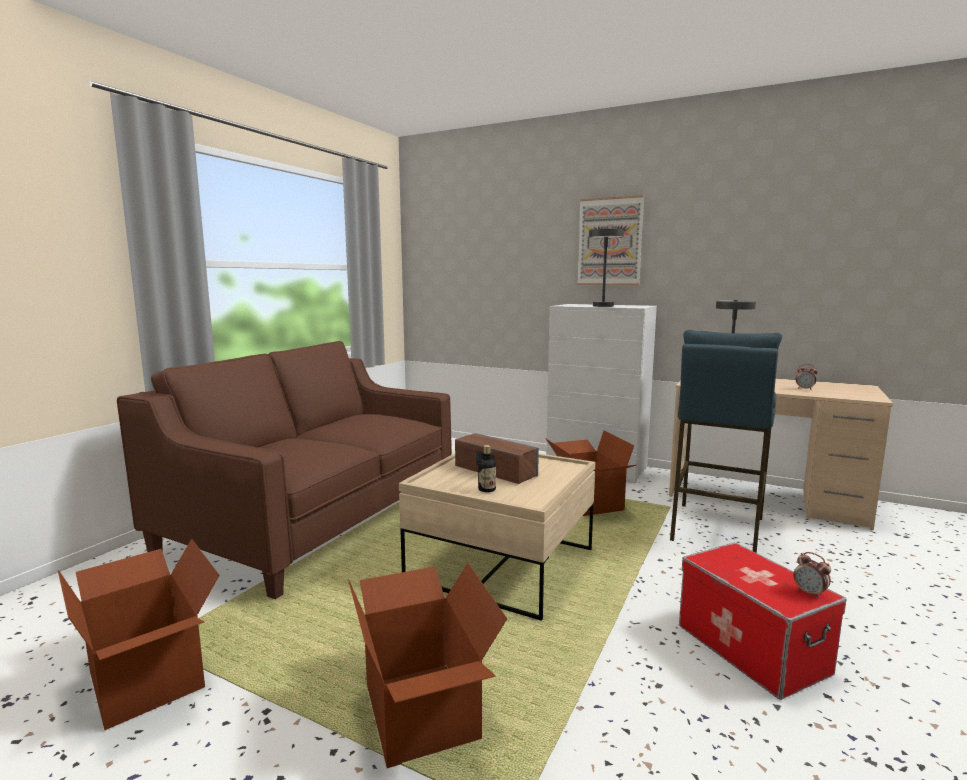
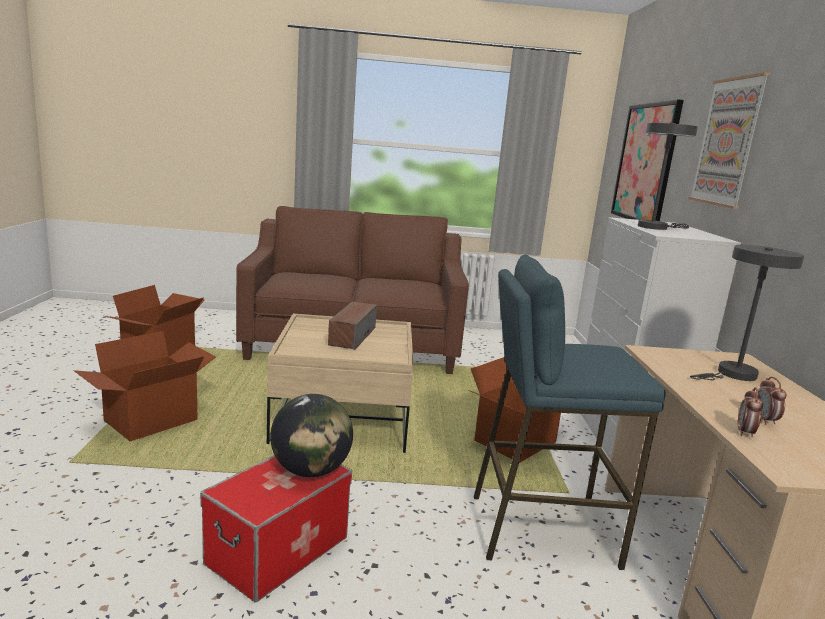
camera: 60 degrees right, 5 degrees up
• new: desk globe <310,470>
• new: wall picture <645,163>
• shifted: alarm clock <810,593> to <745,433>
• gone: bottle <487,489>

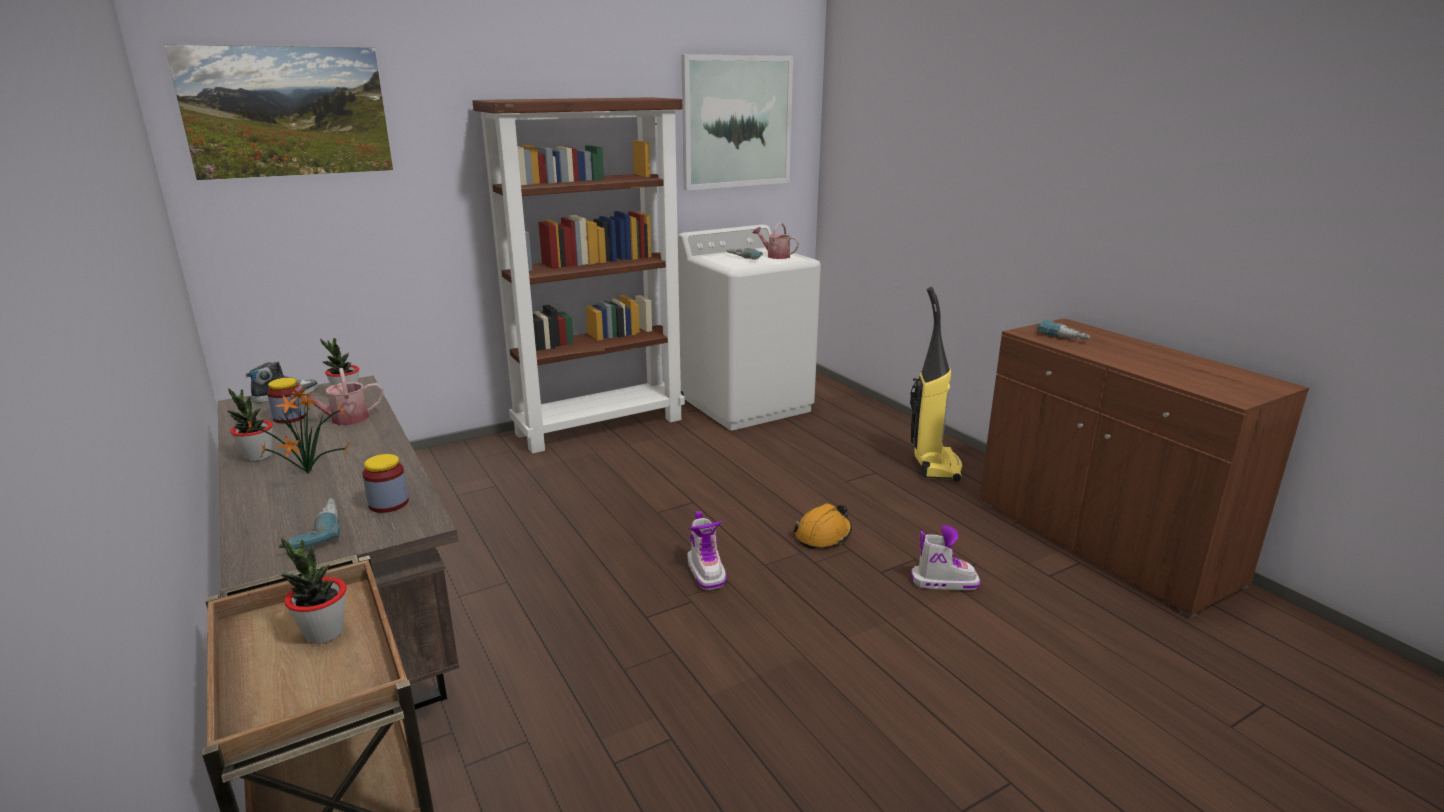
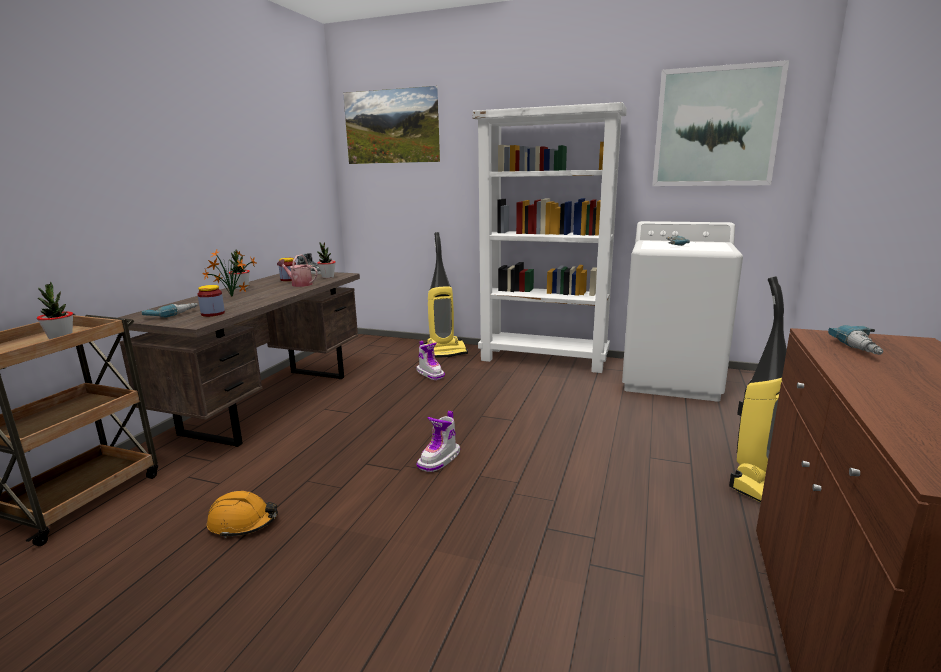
camera: 50 degrees right, 5 degrees down
• shifted: orange-coloured work helmet <823,535> to <243,522>
• shifted: boot <944,582> to <430,374>
• new: hoover <444,352>
• repainted: brown-coloured bookcase <600,426> to white-coloured bookcase <544,359>
• gone: watering pot <775,256>

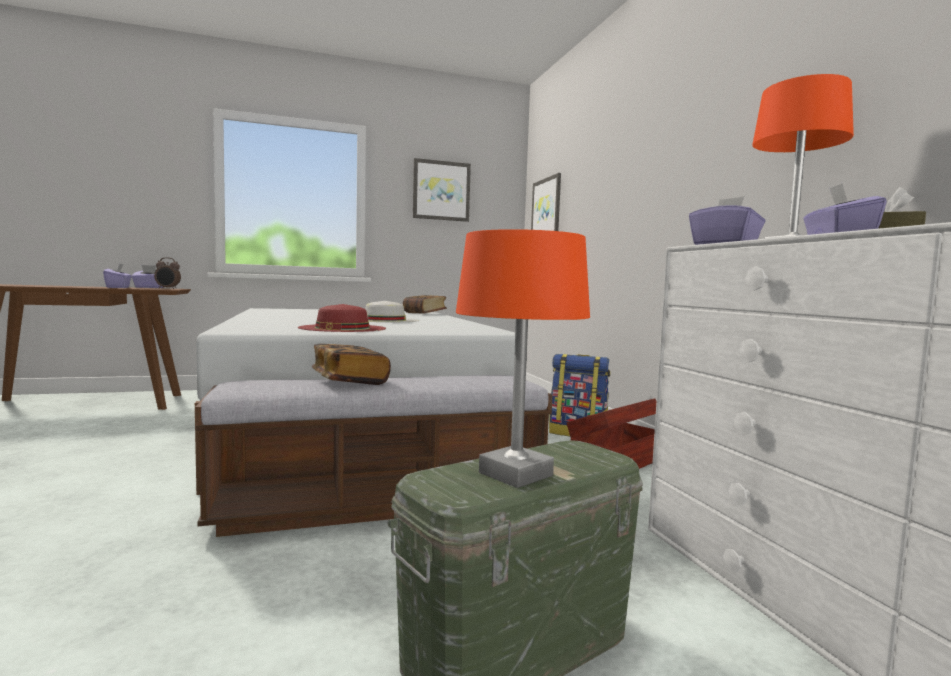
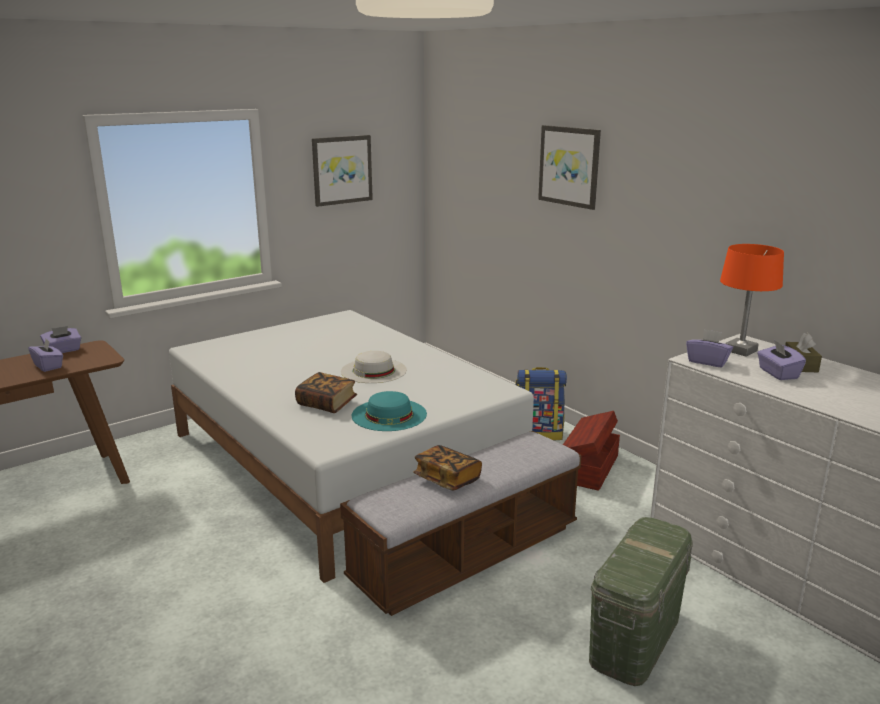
camera: 20 degrees left, 15 degrees up
• shifted: bound book <424,313> to <327,404>
• repainted: reddish hat <342,328> to turquoise hat <389,414>
• shifted: wall picture <546,209> to <569,166>
• gone: alarm clock <167,288>
• gone: orange-coloured tabletop lamp <515,474>

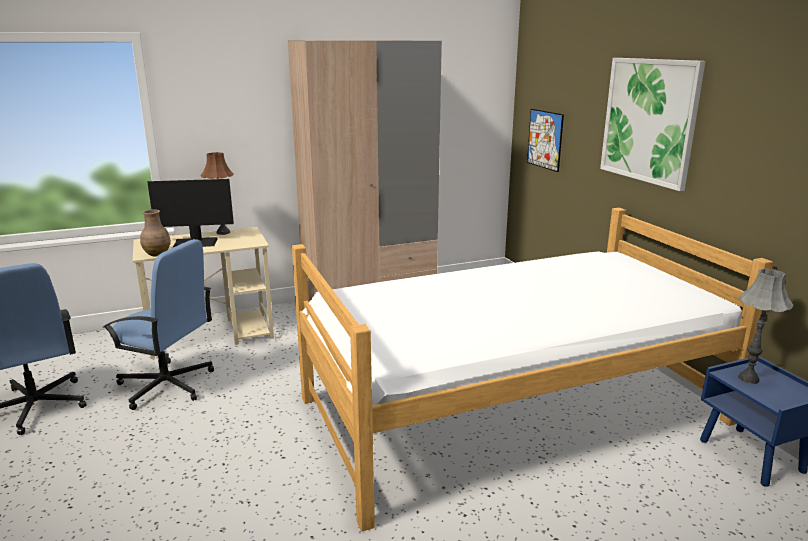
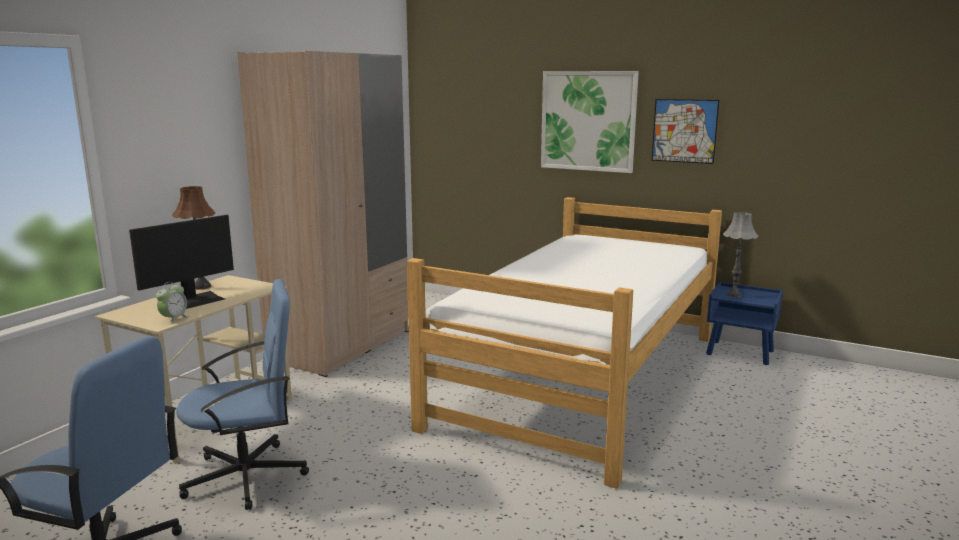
camera: 40 degrees left, 5 degrees down
• swapped: brown-coloured flower vase <157,253> to alarm clock <174,319>
• shifted: wall picture <545,139> to <684,131>

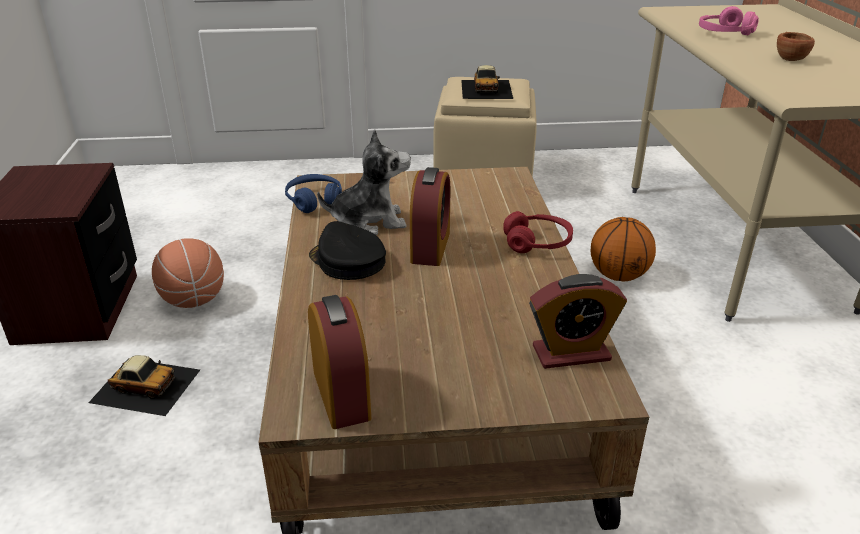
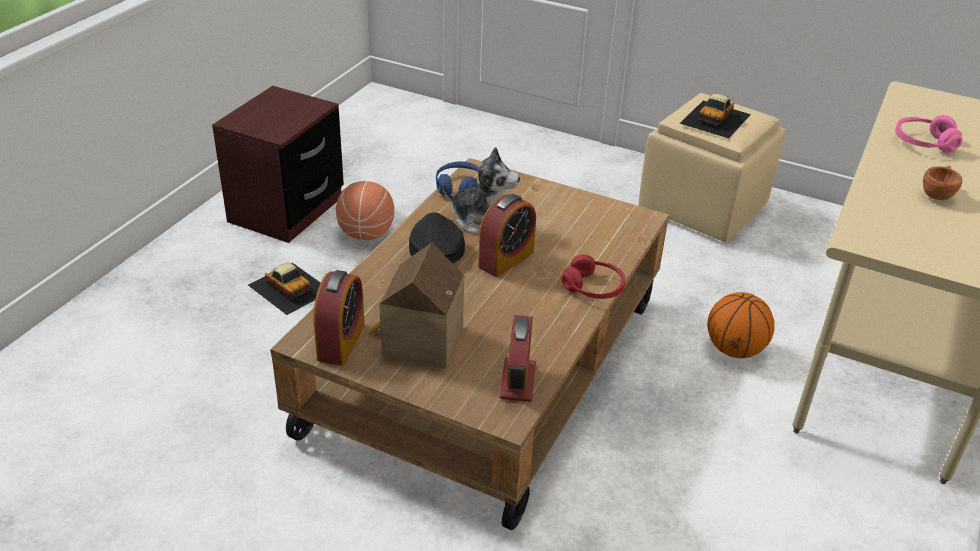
camera: 30 degrees right, 5 degrees up
• new: model house <418,340>
• rotated: alarm clock <571,353> = <517,381> 105 degrees counterclockwise

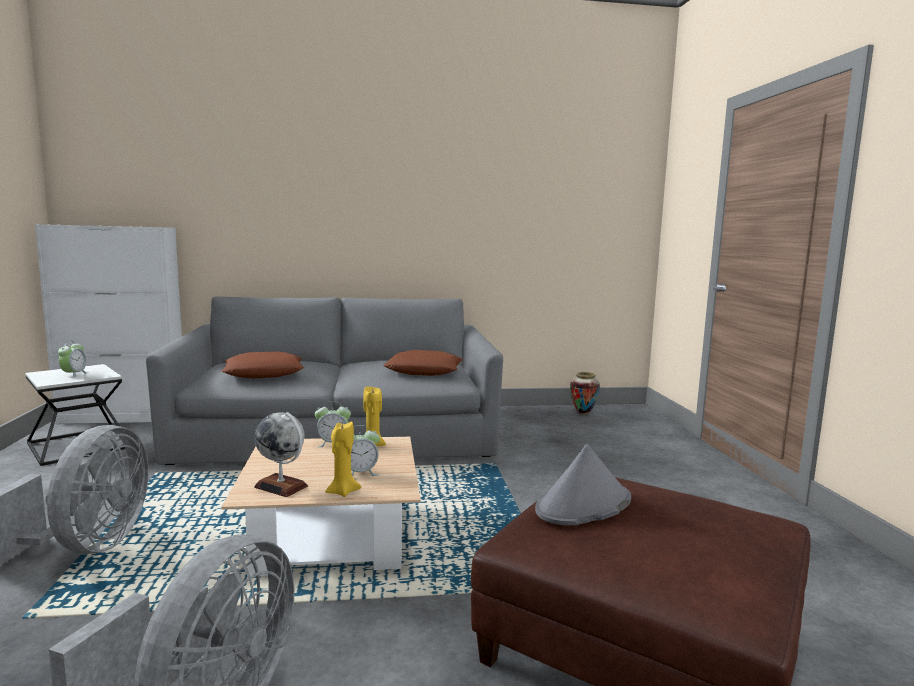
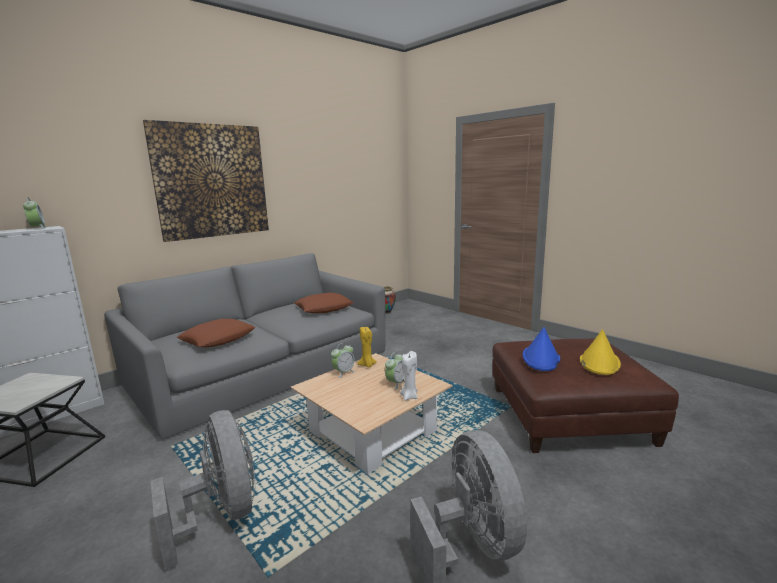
camera: 35 degrees left, 5 degrees up
• shifted: alarm clock <74,374> to <37,228>
• new: wall picture <212,181>
• repainted: yellowish wax light <342,492> to white-coloured wax light <409,396>
• repainted: gray hat <583,505> to blue hat <541,358>
• new: yellowish hat <599,362>
• gone: desk globe <281,486>

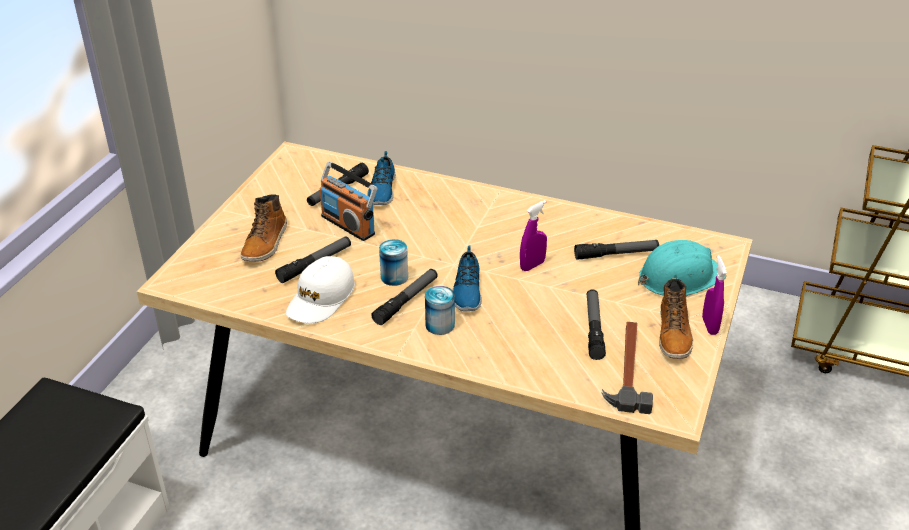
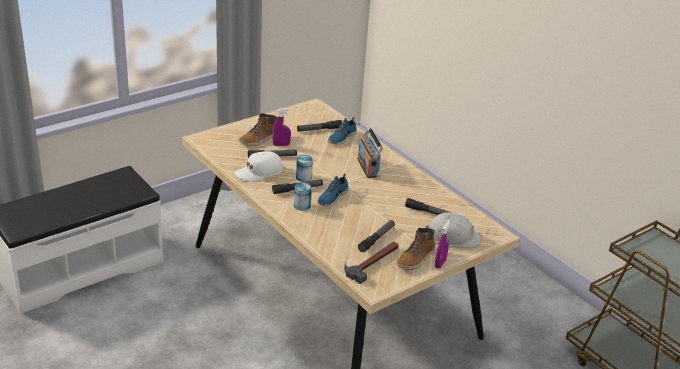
camera: 30 degrees right, 5 degrees down
• shifted: purple-coloured hand sprayer <532,265> to <281,145>
• shifted: radio <348,224> to <367,167>
• repainted: turquoise work helmet <679,277> to white-coloured work helmet <452,237>

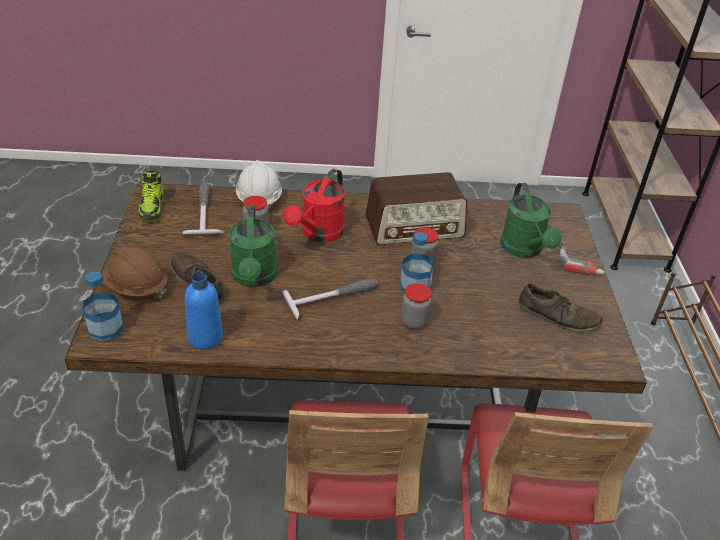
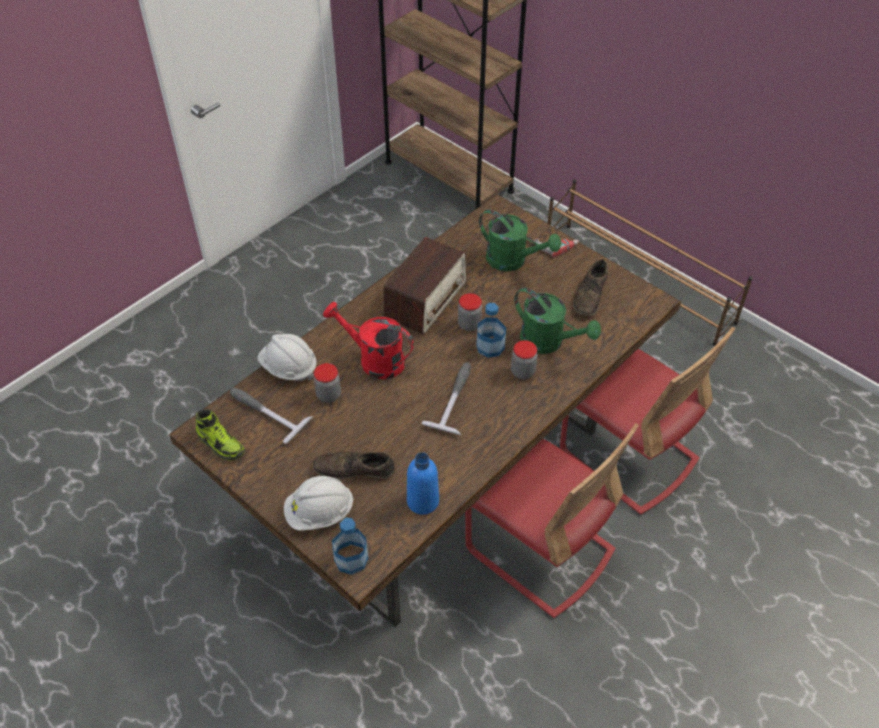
camera: 45 degrees left, 10 degrees up
• repainted: brown-coloured work helmet <136,288> to white-coloured work helmet <319,513>
• rotated: reddish watering pot <318,234> = <374,360> 135 degrees clockwise
• shifted: green watering pot <254,278> to <549,342>
• rotated: brown-coloured shoe <558,316> = <590,295> 135 degrees clockwise

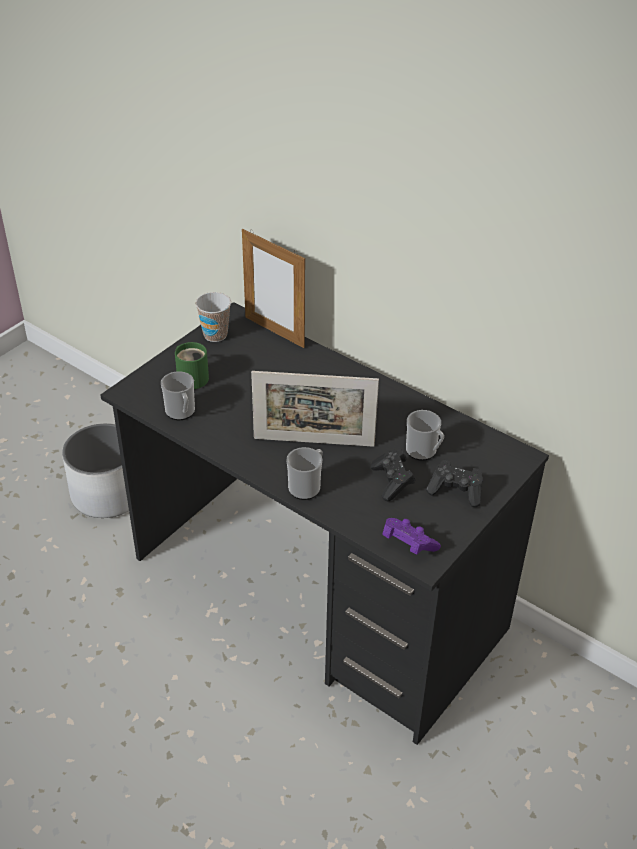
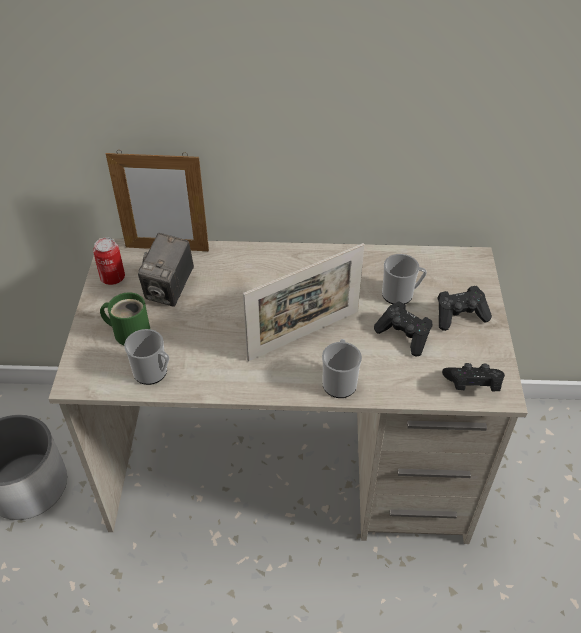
camera: 35 degrees left, 5 degrees up
• repainted: black desk <317,594> to beige desk <291,467>
• swapped: cup <215,335> to sealed can <113,278>
• new: still camera <170,290>
• repainted: purple-coloured joypad <407,544> to black joypad <472,385>

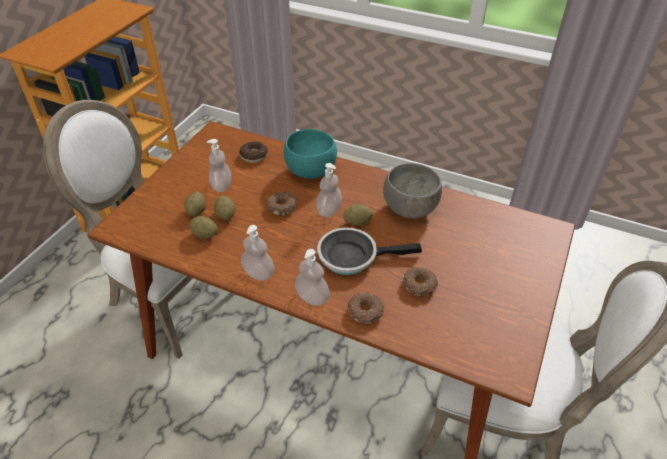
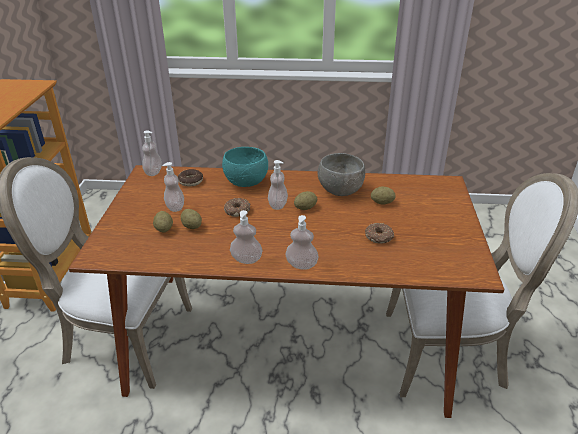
camera: 20 degrees left, 10 degrees down
• new: soap dispenser <153,172>
• shifted: spud <205,235> to <382,203>
• gone: pan <352,256>
• gone: doughnut <366,312>

